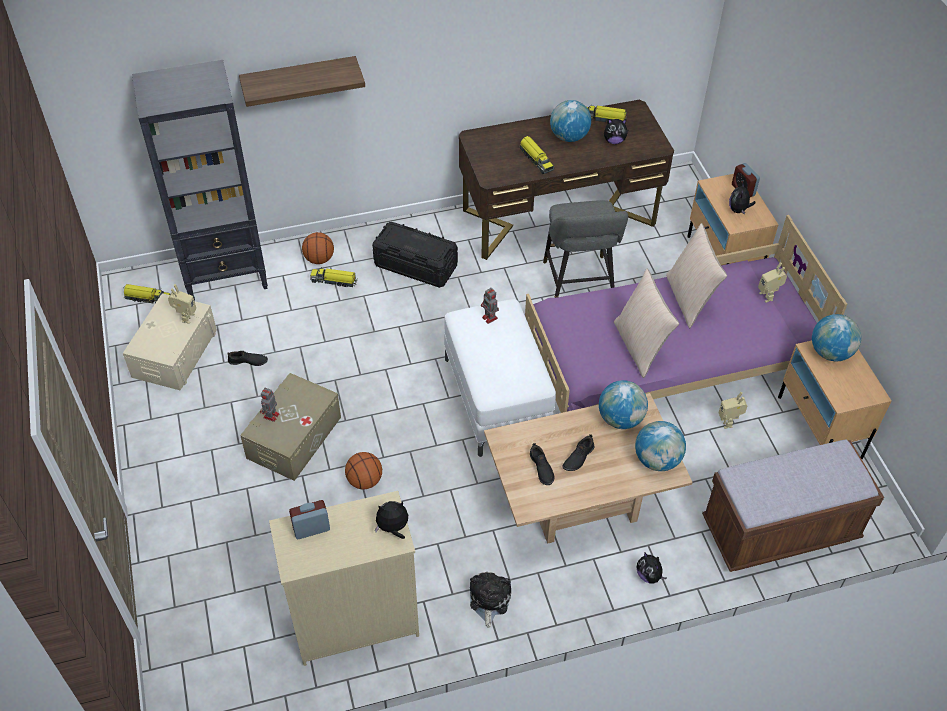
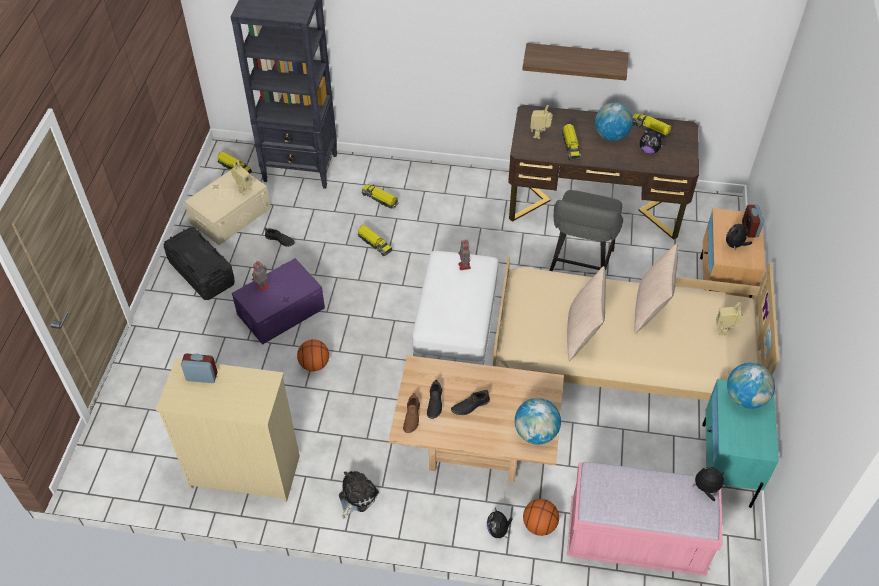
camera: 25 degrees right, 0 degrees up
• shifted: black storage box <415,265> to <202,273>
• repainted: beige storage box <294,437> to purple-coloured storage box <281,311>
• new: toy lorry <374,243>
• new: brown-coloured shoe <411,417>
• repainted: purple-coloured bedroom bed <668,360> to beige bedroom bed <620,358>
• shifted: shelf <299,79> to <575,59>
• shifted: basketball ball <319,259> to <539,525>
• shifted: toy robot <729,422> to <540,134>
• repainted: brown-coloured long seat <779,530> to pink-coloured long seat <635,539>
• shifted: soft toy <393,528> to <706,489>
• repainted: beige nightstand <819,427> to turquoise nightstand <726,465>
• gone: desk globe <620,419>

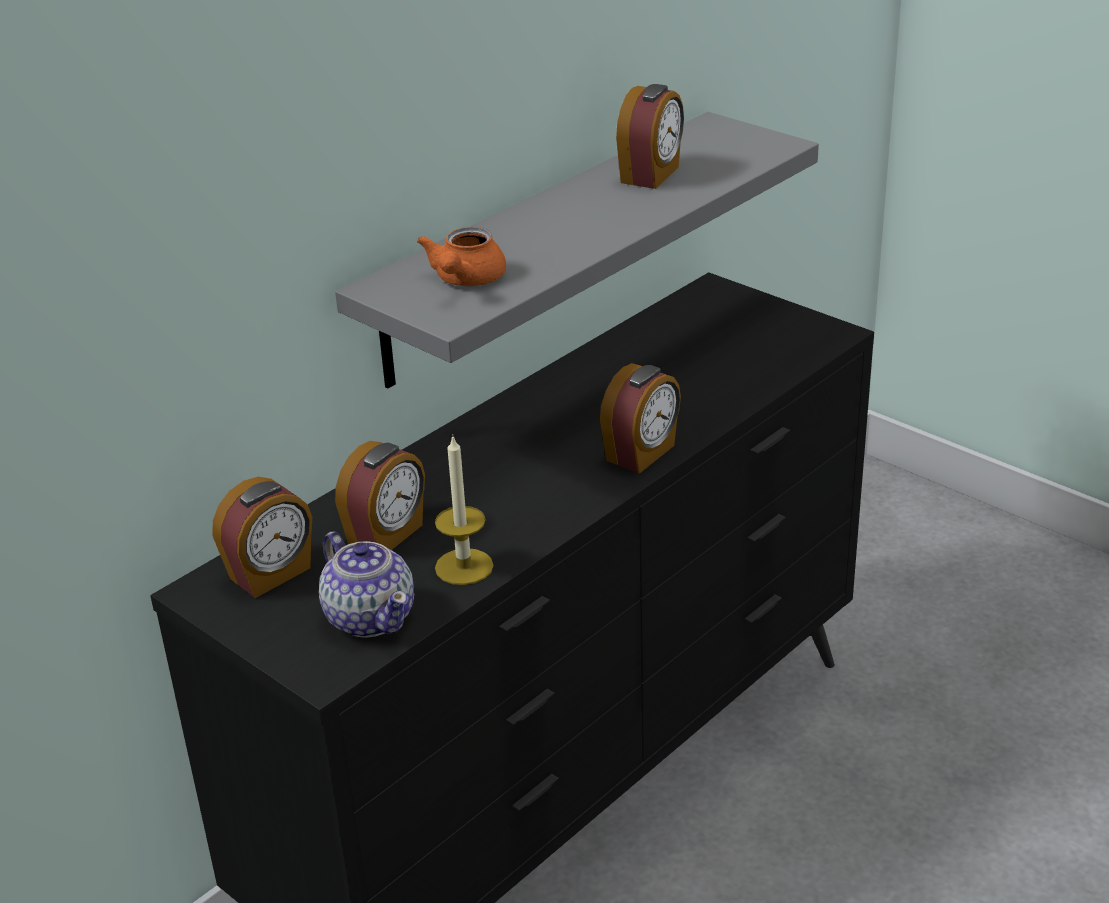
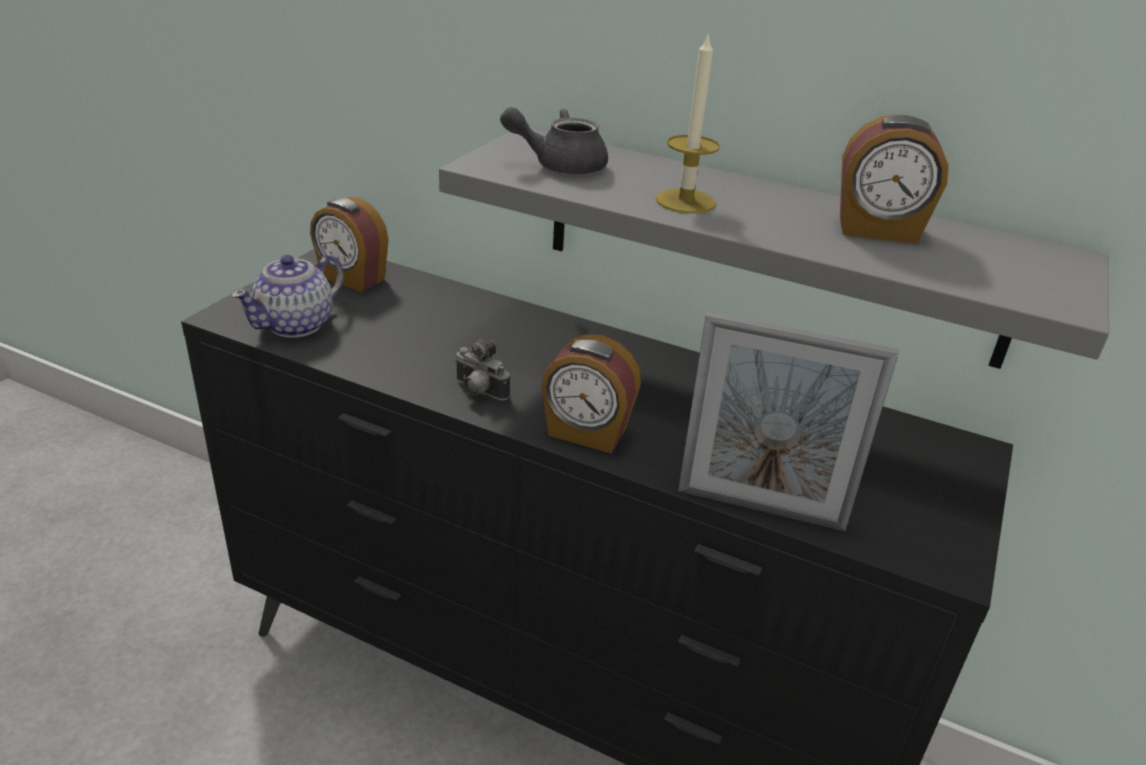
camera: 70 degrees right, 0 degrees up
• new: still camera <478,392>
• repainted: orange-coloured tea pot <465,280> to gray tea pot <559,165>
• shifted: wax light <464,567> to <685,201>
• new: standing frame <760,508>
• gone: alarm clock <387,535>

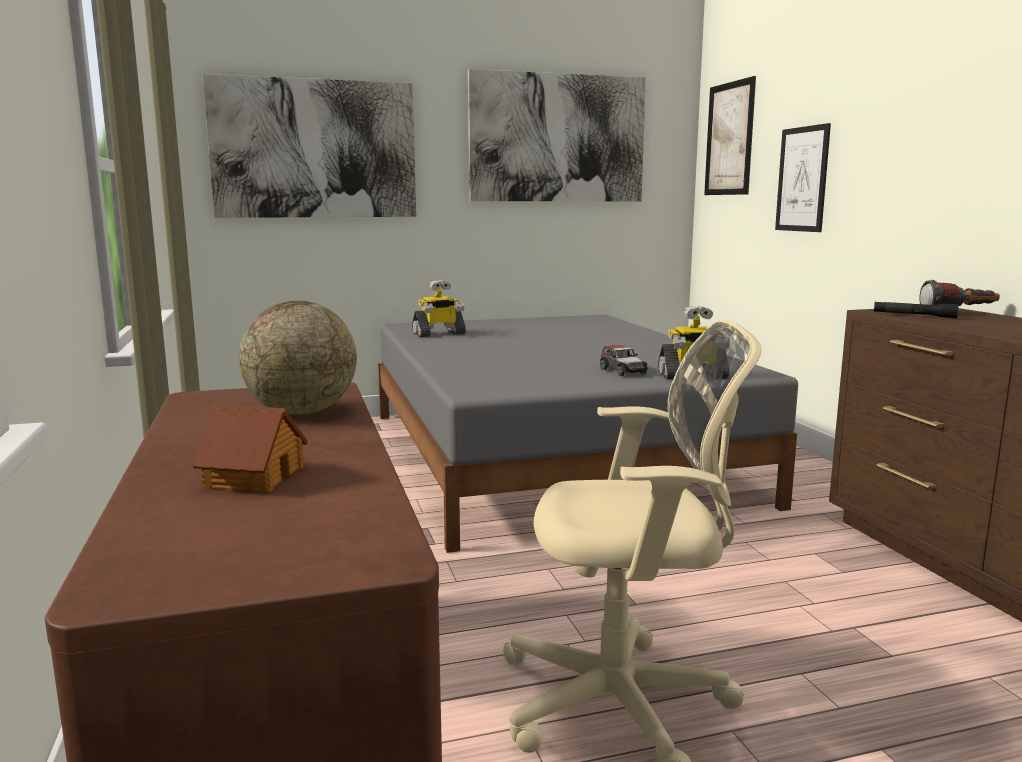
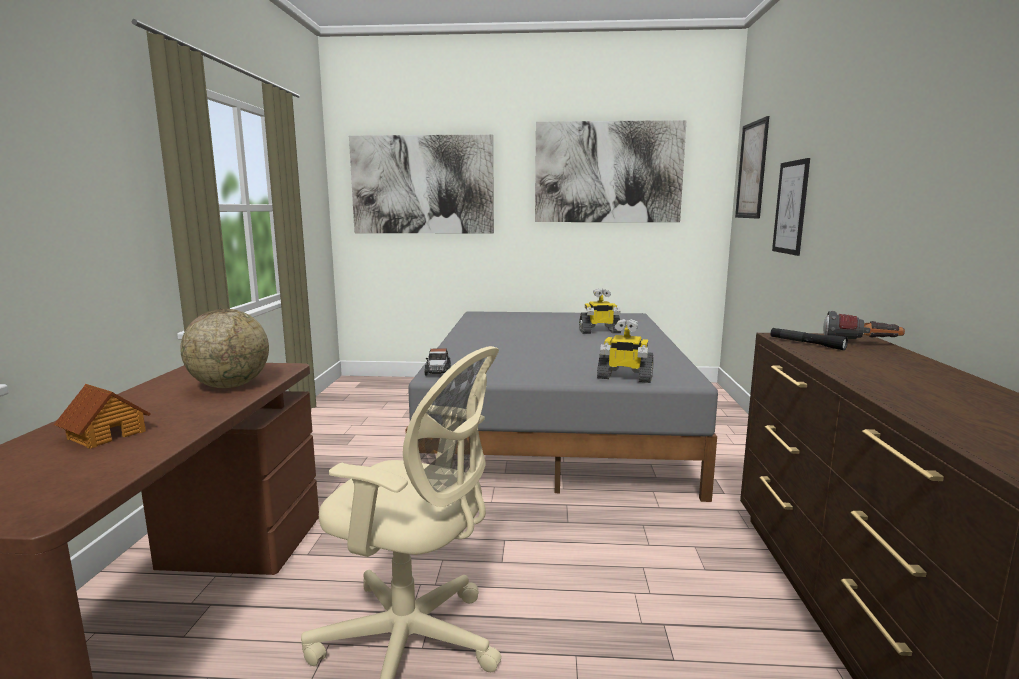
camera: 20 degrees right, 0 degrees up
• shifted: miniature car <622,371> to <438,371>
• shifted: toy robot <439,334> to <599,332>

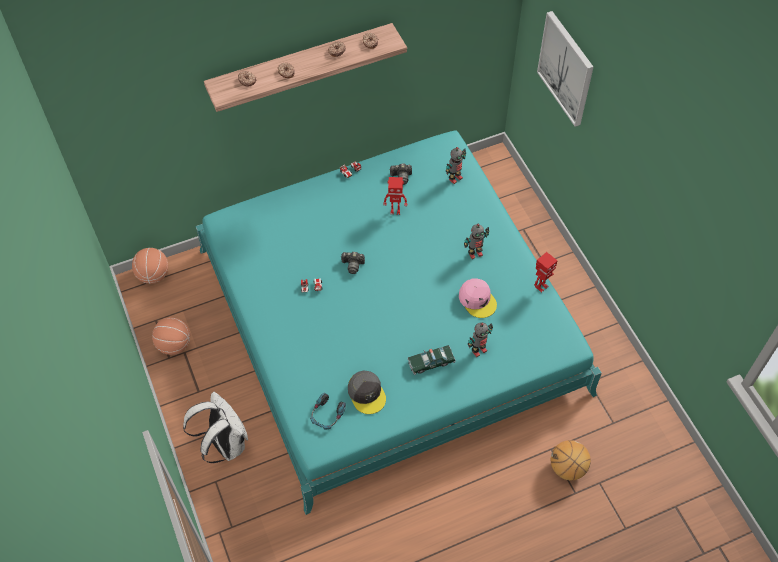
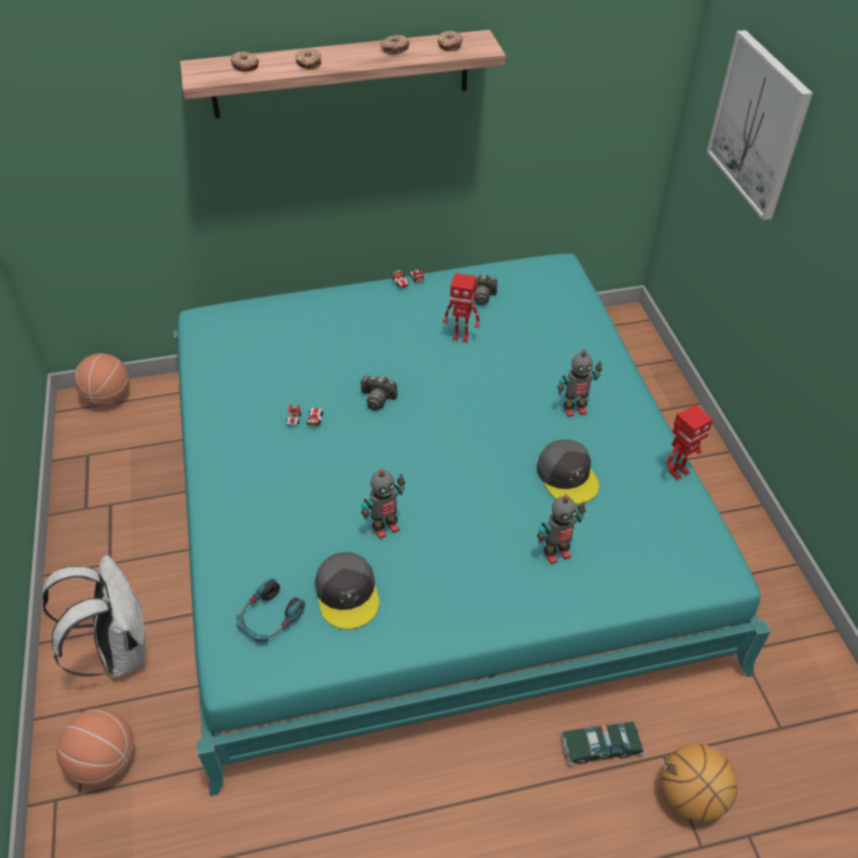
camera: 10 degrees right, 10 degrees down
• shifted: basketball ball <174,344> to <104,761>
• shifted: toy robot <455,178> to <385,528>
• repainted: pink-coloured peaked cap <477,300> to gray peaked cap <567,476>
• shifted: miniature car <431,362> to <600,746>

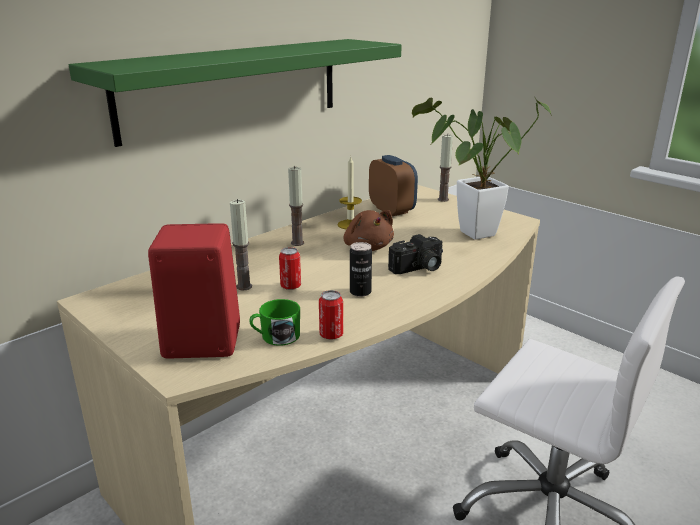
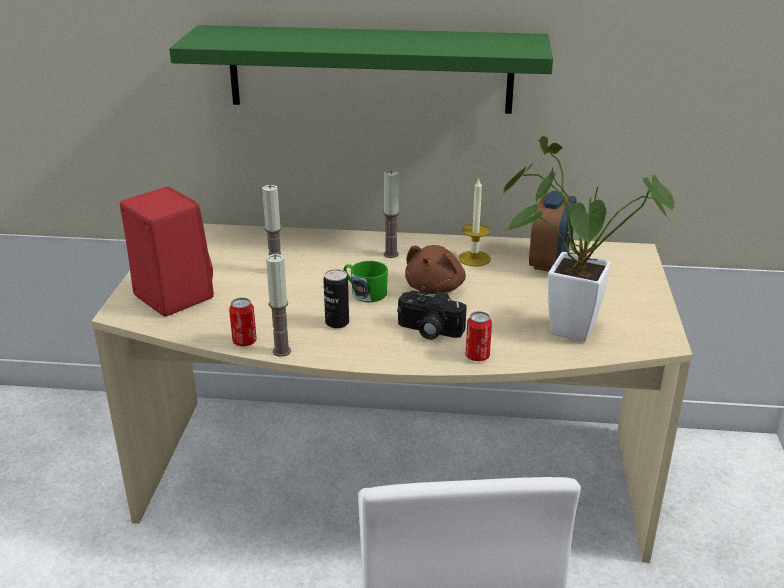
camera: 50 degrees right, 5 degrees up
• shifted: wax light <443,199> to <281,351>
• shifted: green tea mug <276,337> to <365,293>
• shifted: sealed can <290,286> to <477,356>

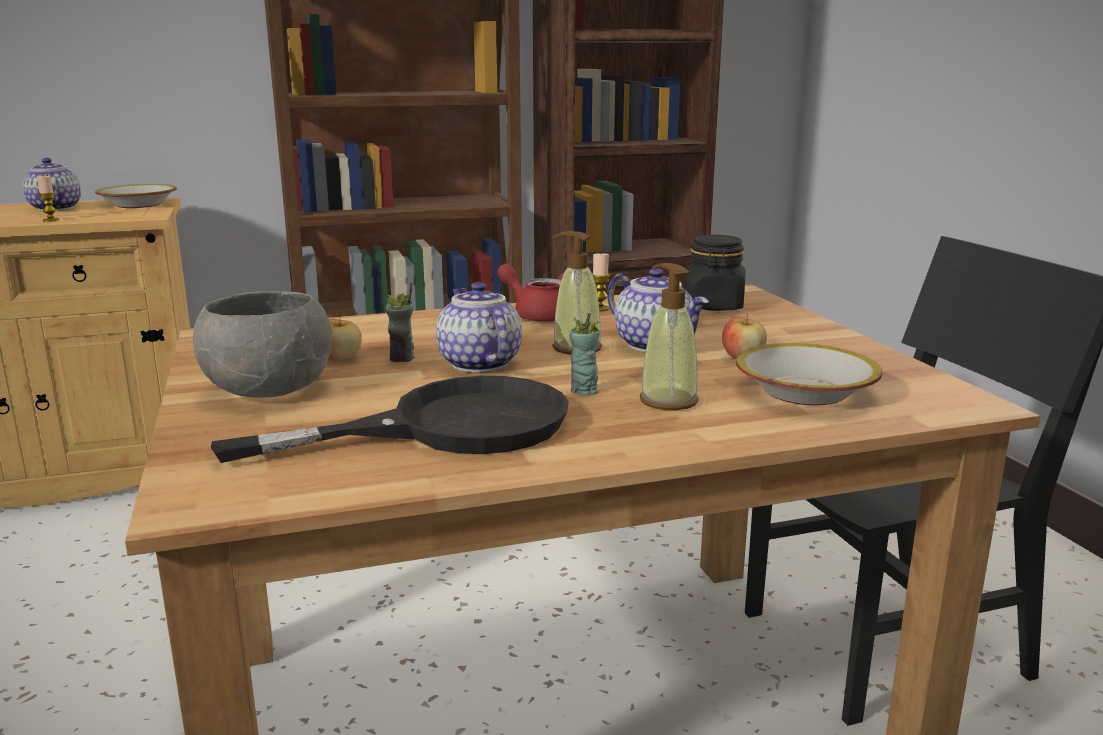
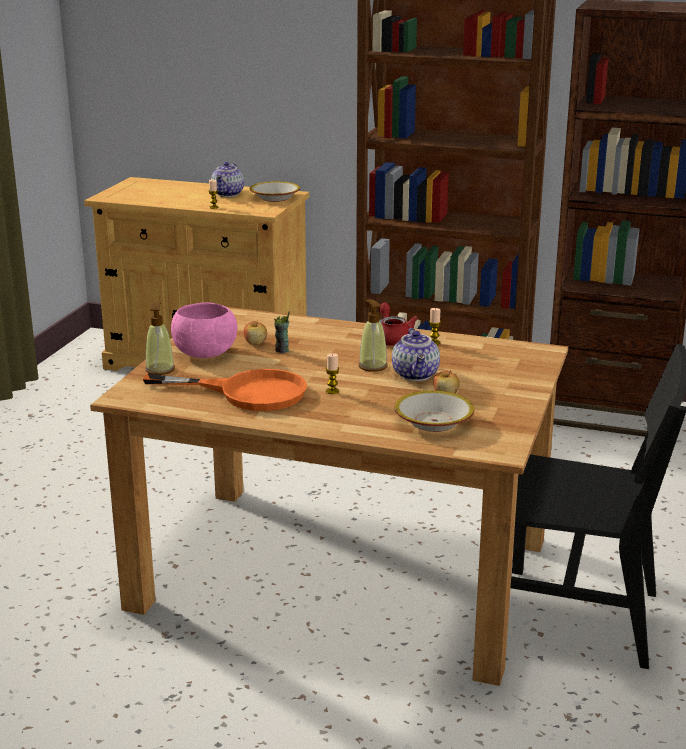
camera: 35 degrees right, 5 degrees up
• repainted: black pan <448,427> to orange-coloured pan <247,392>
• shifted: soap dispenser <668,401> to <160,370>
• repainted: gray bowl <271,389> to pink-coloured bowl <206,353>
• swapped: cup <583,390> to wax light <332,391>
• gone: tea pot <477,364>
• gone: black jar <714,306>

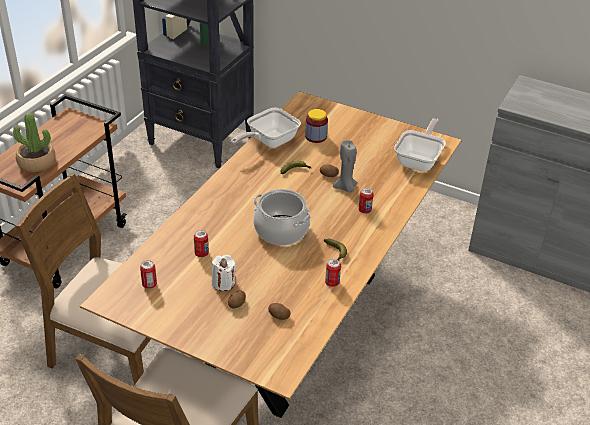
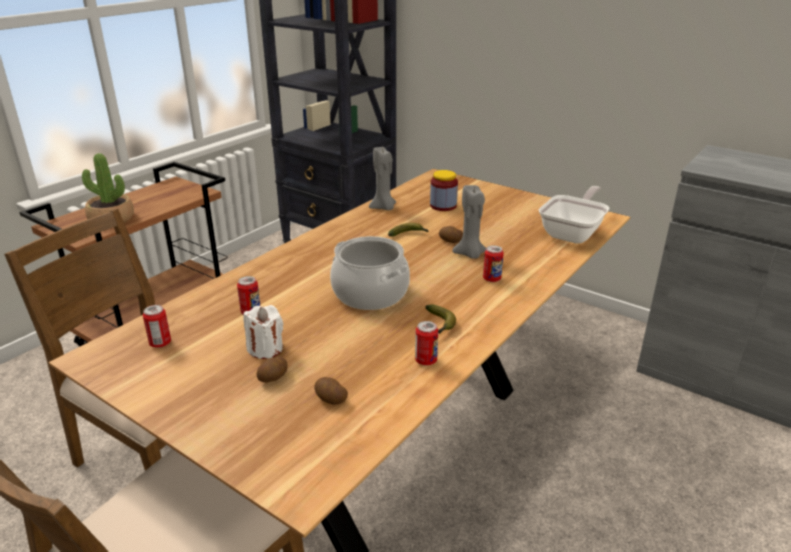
camera: 10 degrees right, 10 degrees down
• swapped: pan <268,142> to gray wax light <383,208>

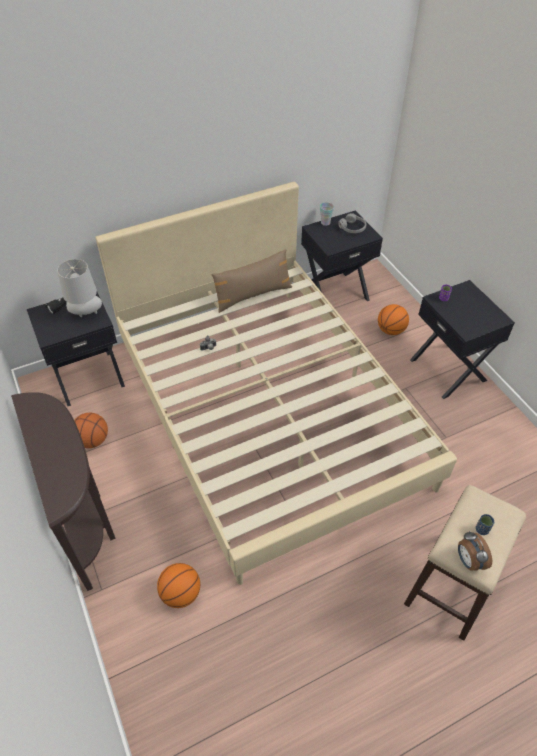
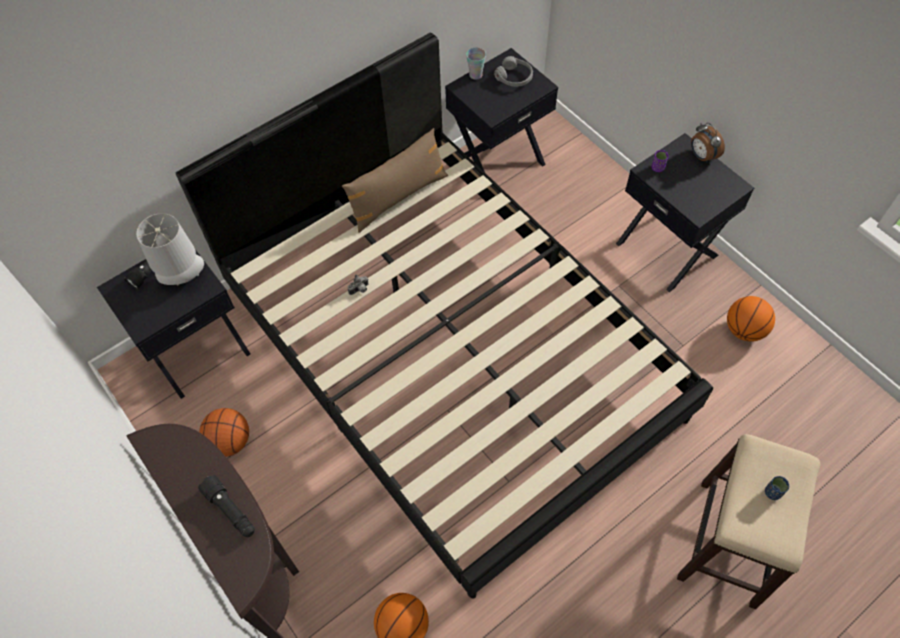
camera: 10 degrees left, 10 degrees up
• repainted: beige bedroom bed <268,411> to black bedroom bed <451,353>
• new: black torch <231,511>
• shifted: alarm clock <468,561> to <701,156>
• shifted: basketball ball <391,330> to <744,330>

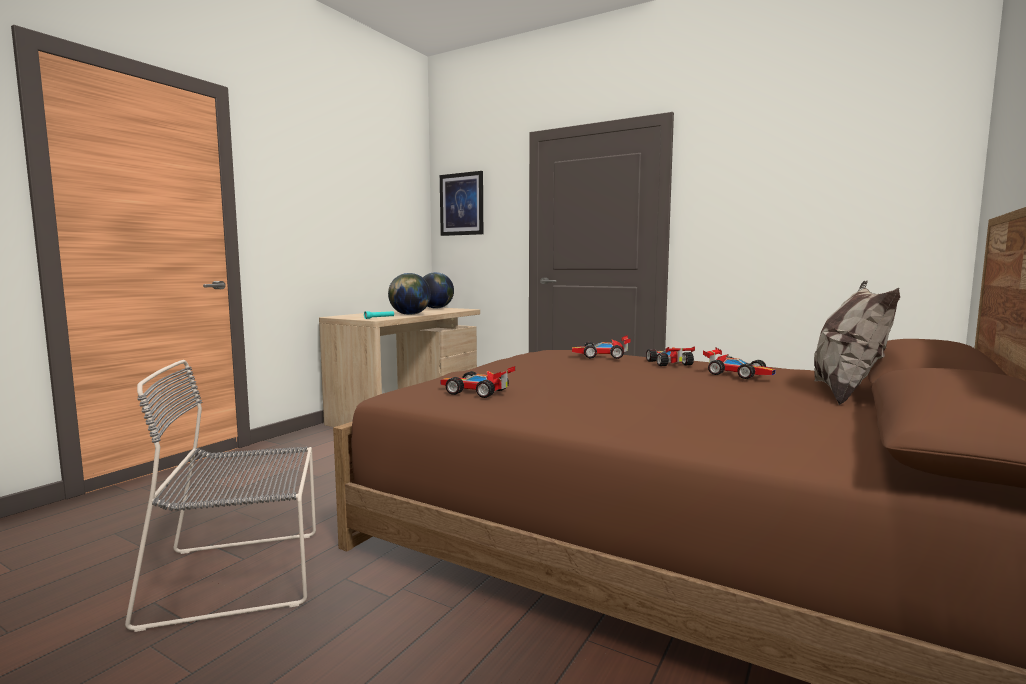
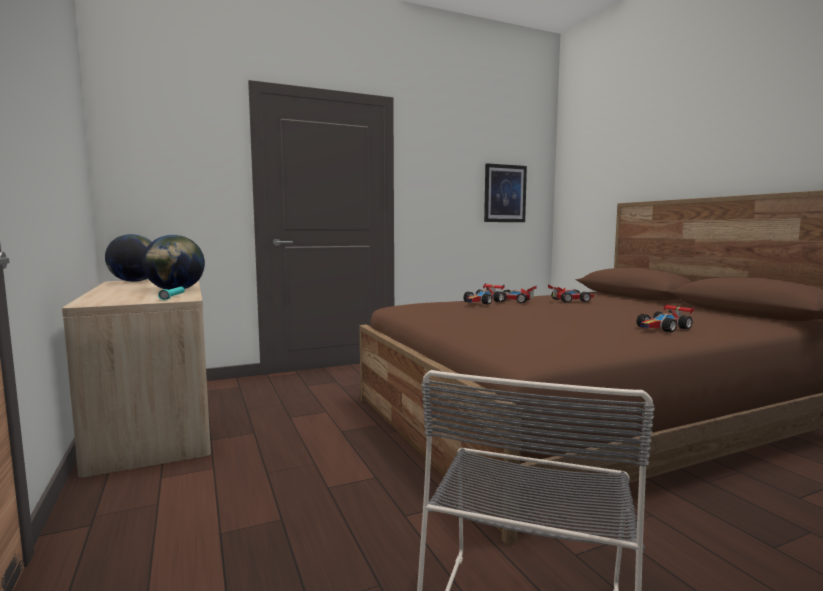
camera: 55 degrees left, 0 degrees up
• shifted: wall picture <462,204> to <505,193>
• shifted: miniature car <476,392> to <664,328>
• gone: throw pillow <846,393>

